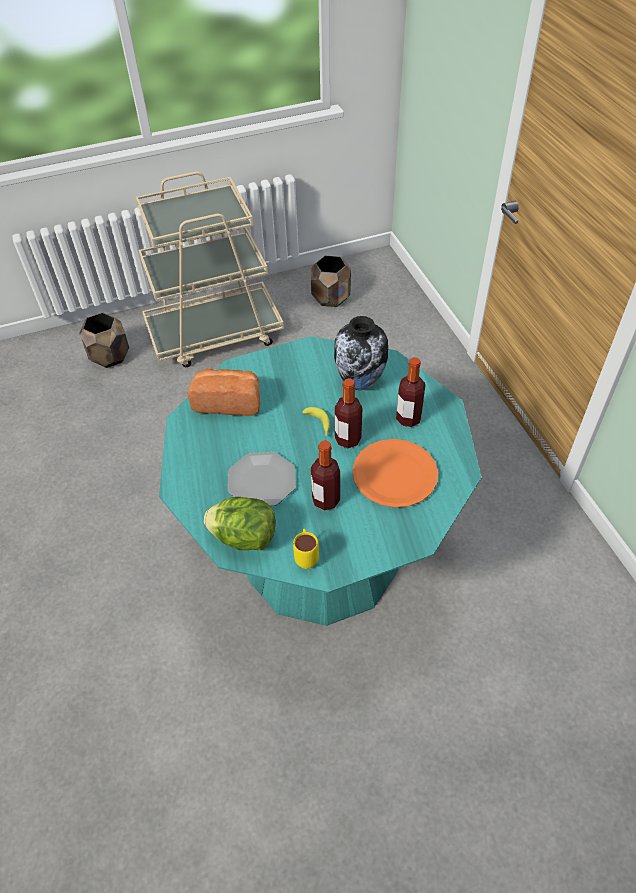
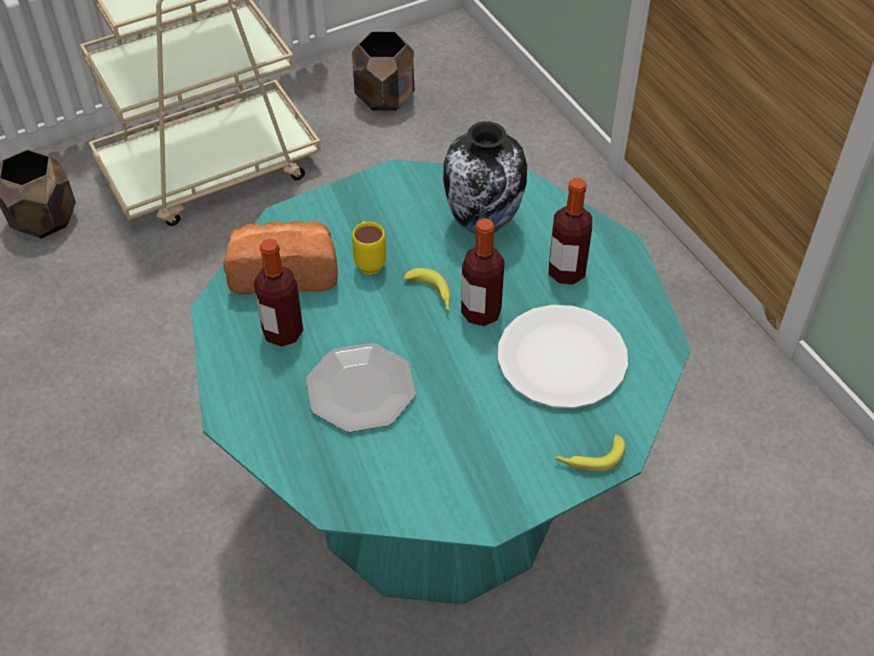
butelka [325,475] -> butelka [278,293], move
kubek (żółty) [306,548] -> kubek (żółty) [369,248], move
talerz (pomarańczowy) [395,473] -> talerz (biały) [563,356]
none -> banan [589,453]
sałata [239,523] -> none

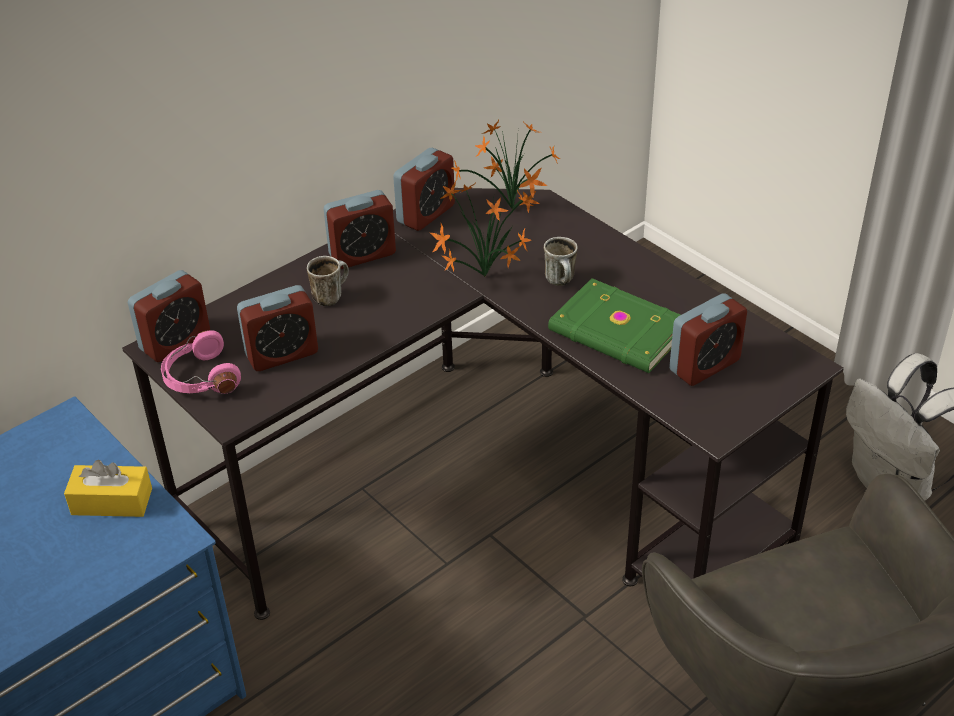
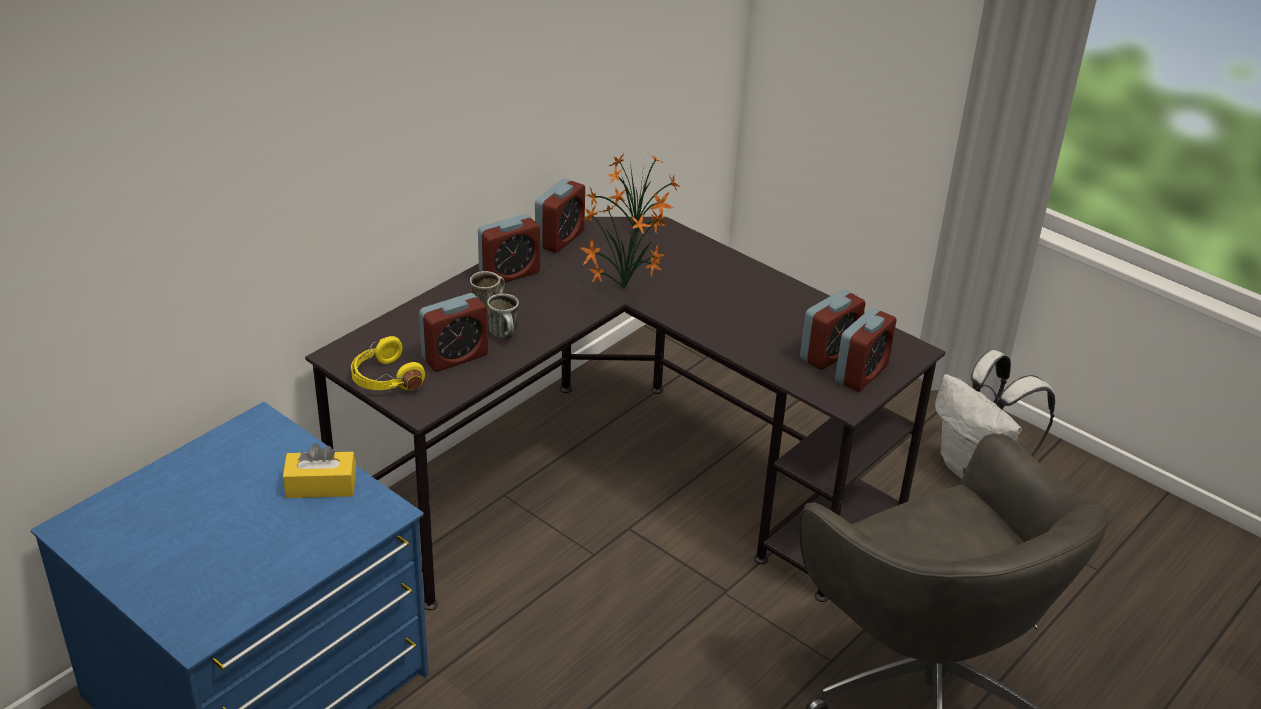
słuchawki (różowy) [201,362] -> słuchawki (żółty) [388,363]
kubek [561,261] -> kubek [503,316], move
budzik [169,316] -> budzik [866,349], move
książka (zielony) [614,325] -> none

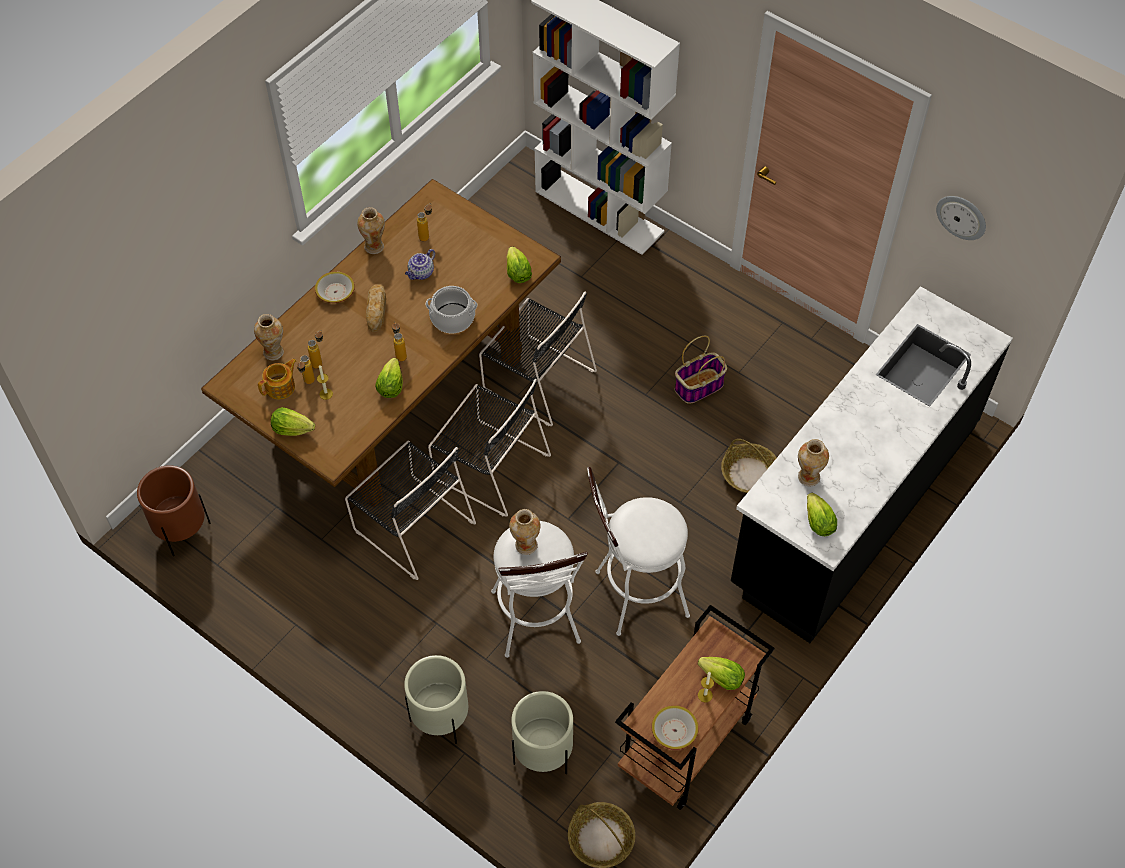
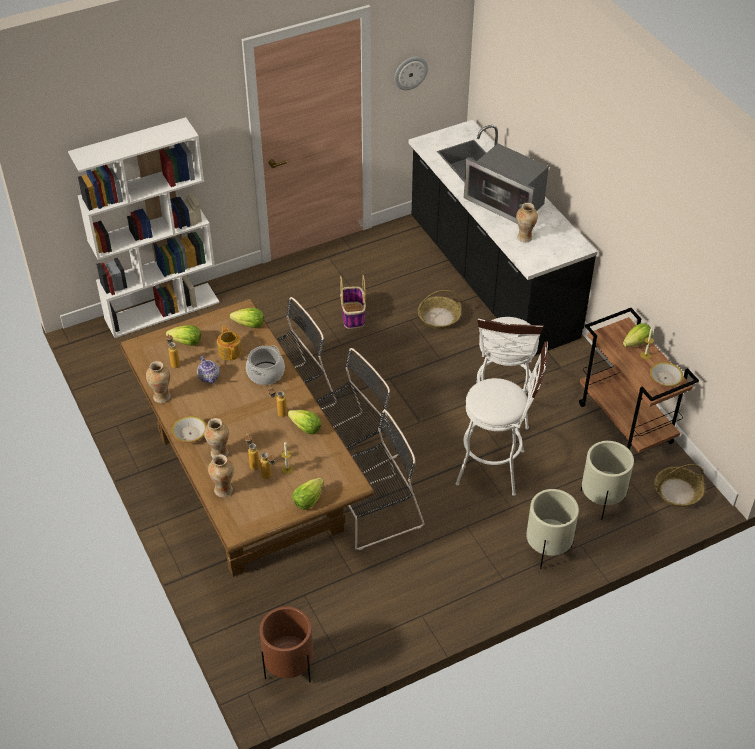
sałata [822,514] -> sałata [183,335], move
wazon [524,532] -> wazon [216,438], move
imbryk [277,379] -> imbryk [229,342], move
none -> mikrofalówka [506,183]
chleb [376,308] -> none

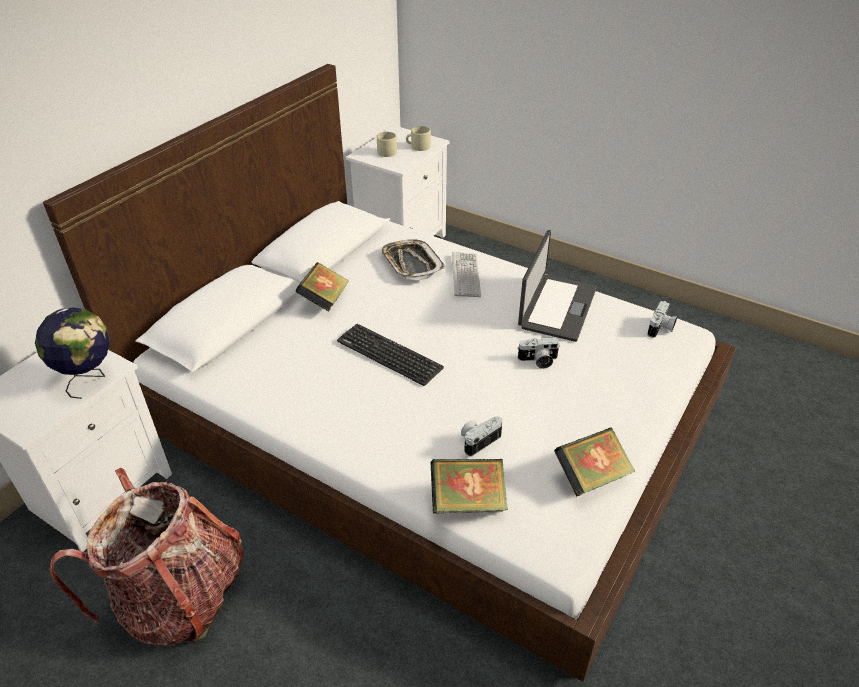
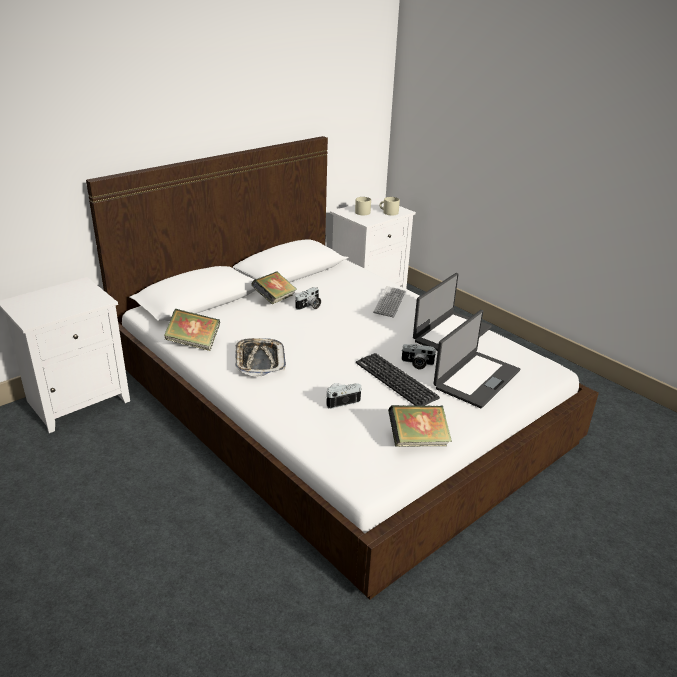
książka [469,486] -> książka [192,330], move
taca [412,260] -> taca [261,357], move
aparat fotograficzny [662,319] -> aparat fotograficzny [308,298], move
klawiatura [390,355] -> klawiatura [398,379], move
none -> laptop [477,359]
globus [72,353] -> none
plecak [146,557] -> none

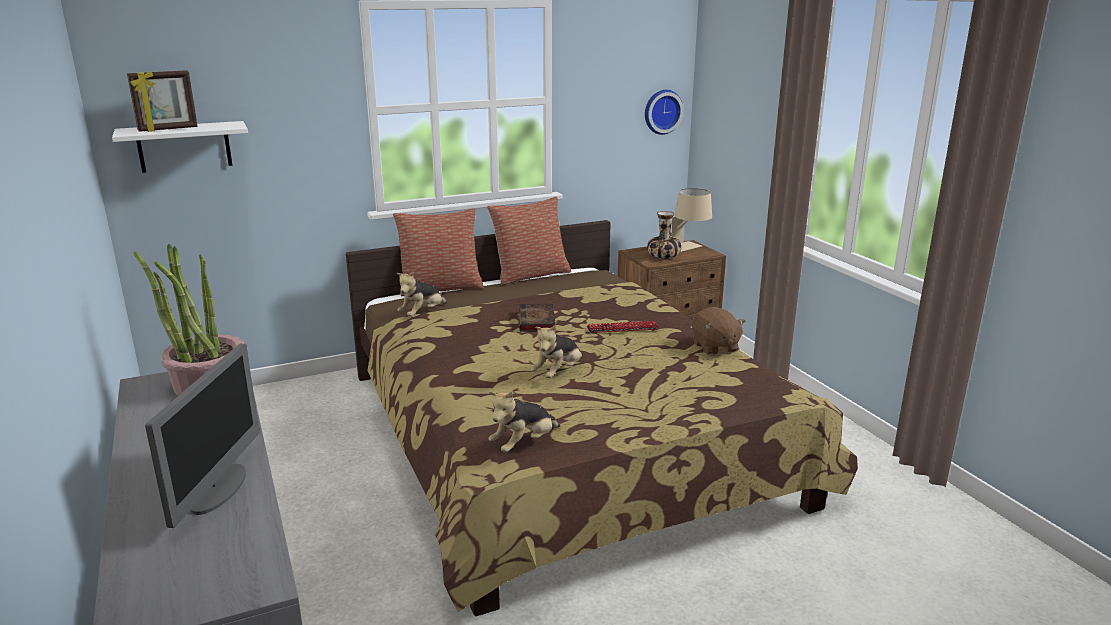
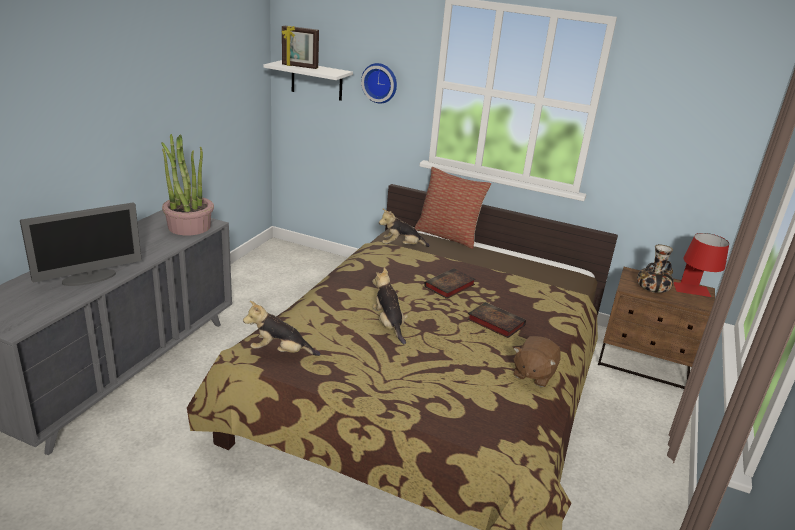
zegar ścienny [664,112] -> zegar ścienny [379,83], move
pluszak [556,351] -> pluszak [390,306], 75 degrees clockwise
klawiatura [623,327] -> książka [497,320]
lampa stołowa (beżowy) [691,220] -> lampa stołowa (czerwony) [701,265]
poduszka [529,241] -> none

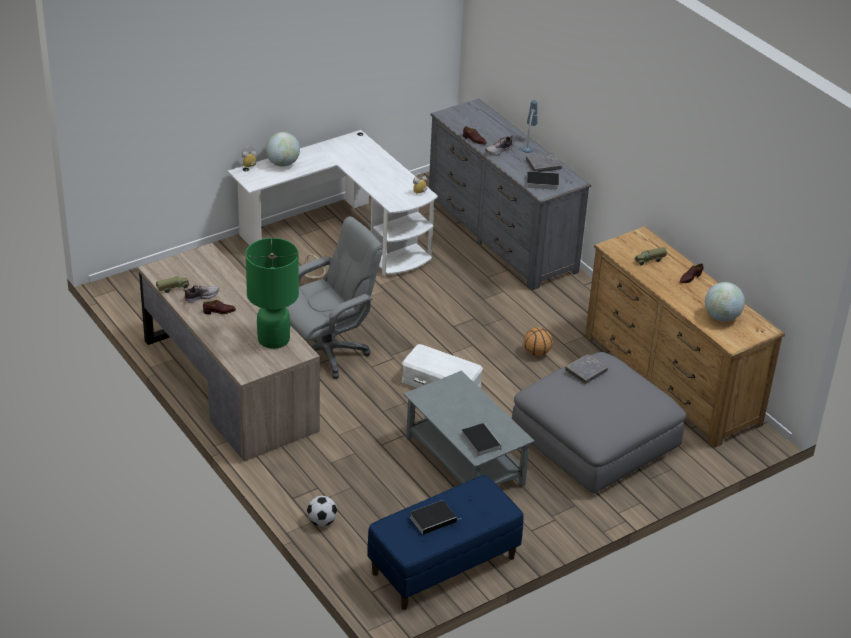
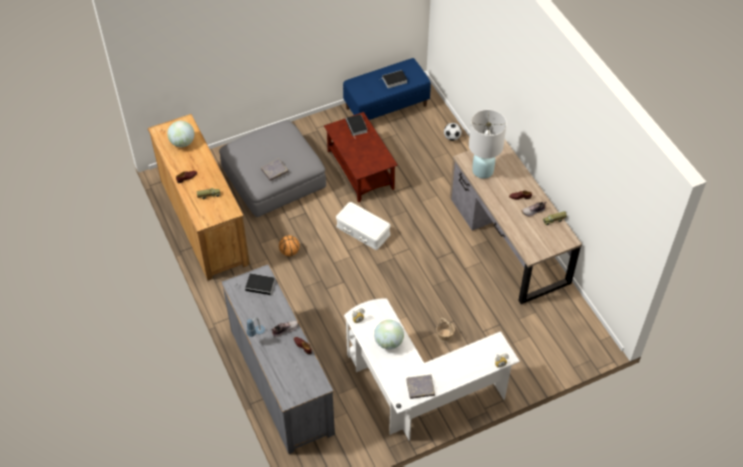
ława (szary) [469,429] -> ława (brązowy) [361,157]
globus [283,149] -> globus [389,334], move
książka (szary) [544,162] -> książka (szary) [420,387], move
lampa stołowa (zielony) [272,293] -> lampa stołowa (biały) [488,144]
krzesło biurowe (szary) [334,297] -> none

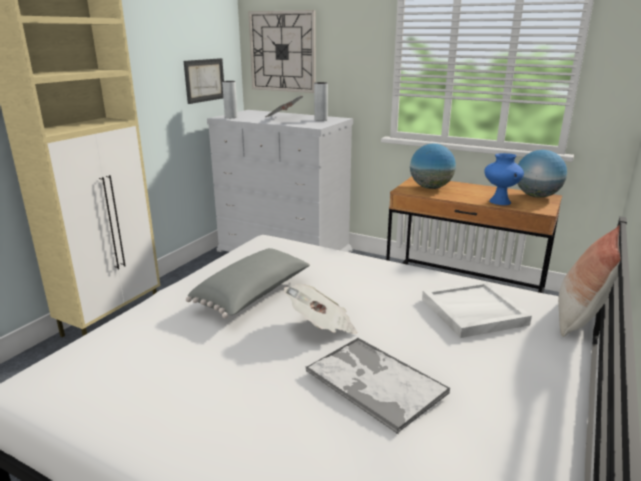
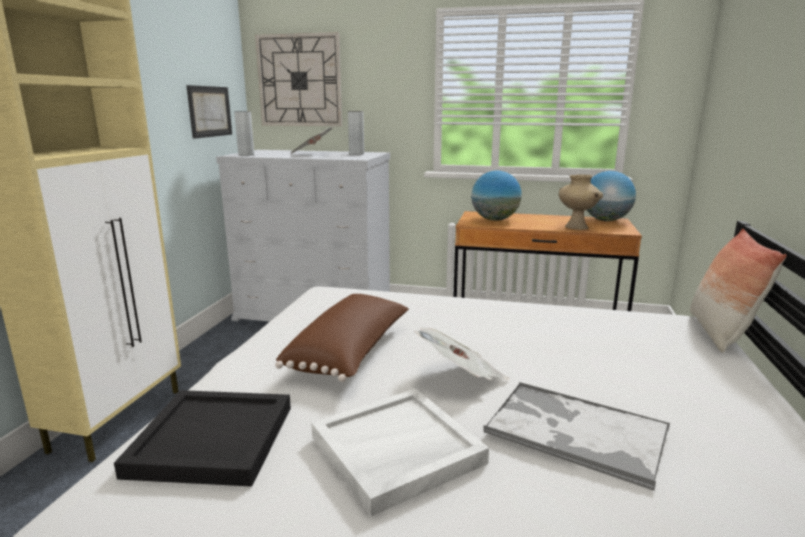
none -> taca (czarny) [202,438]
poduszka (szary) [248,283] -> poduszka (brązowy) [342,338]
taca (biały) [477,309] -> taca (biały) [400,452], move
wazon (niebieski) [504,179] -> wazon (beżowy) [581,202]

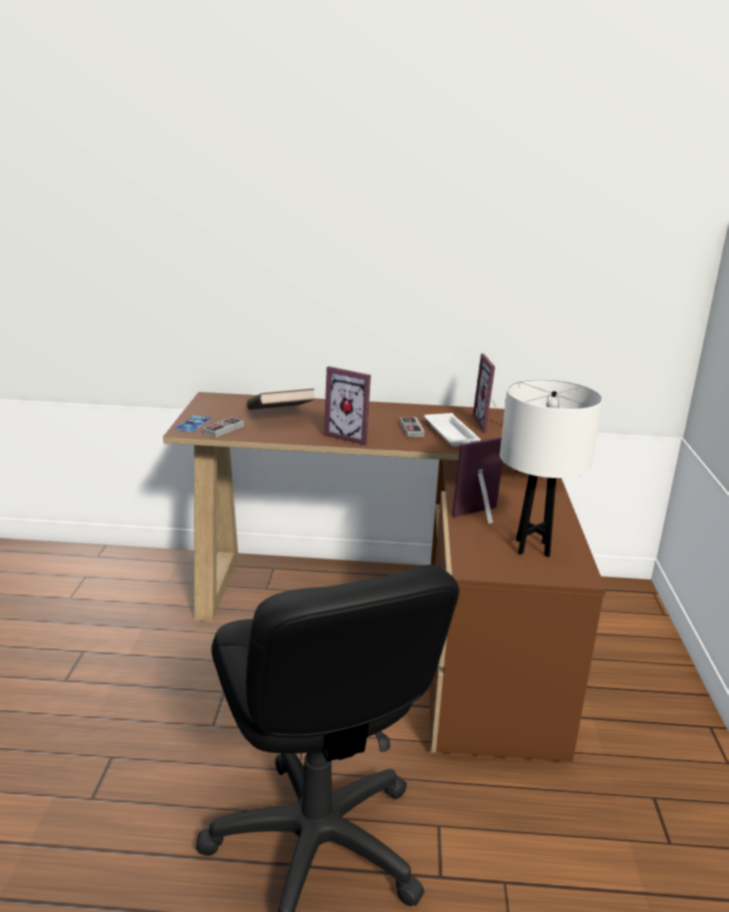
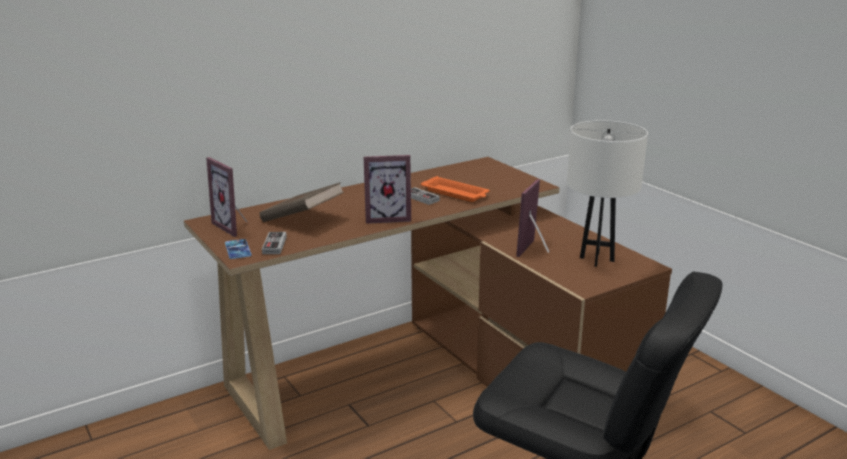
ramka na zdjęcie [488,393] -> ramka na zdjęcie [227,197], move
taca (biały) [452,430] -> taca (pomarańczowy) [455,189]

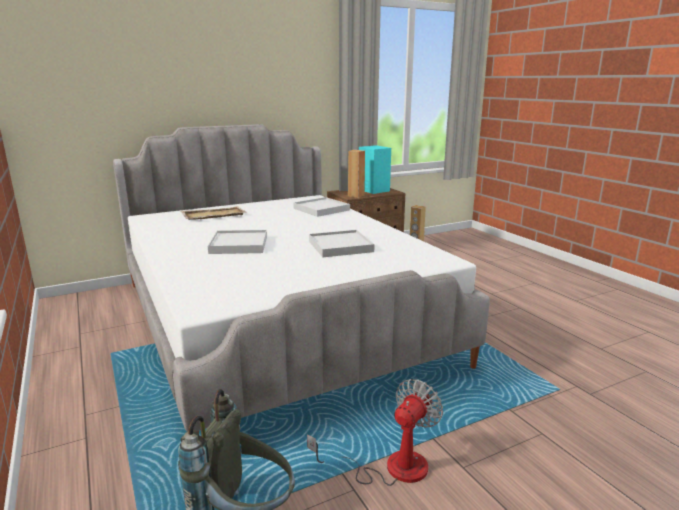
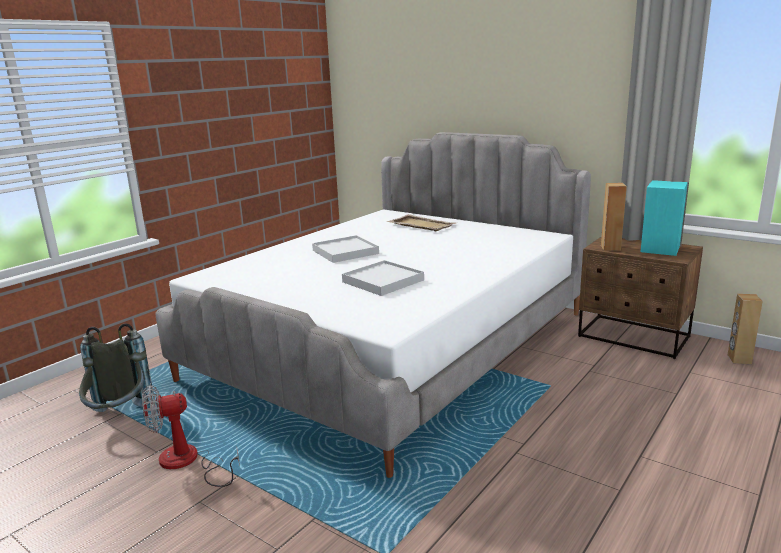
wentylator [375,432] -> wentylator [191,436], 150 degrees clockwise
taca (biały) [321,207] -> none

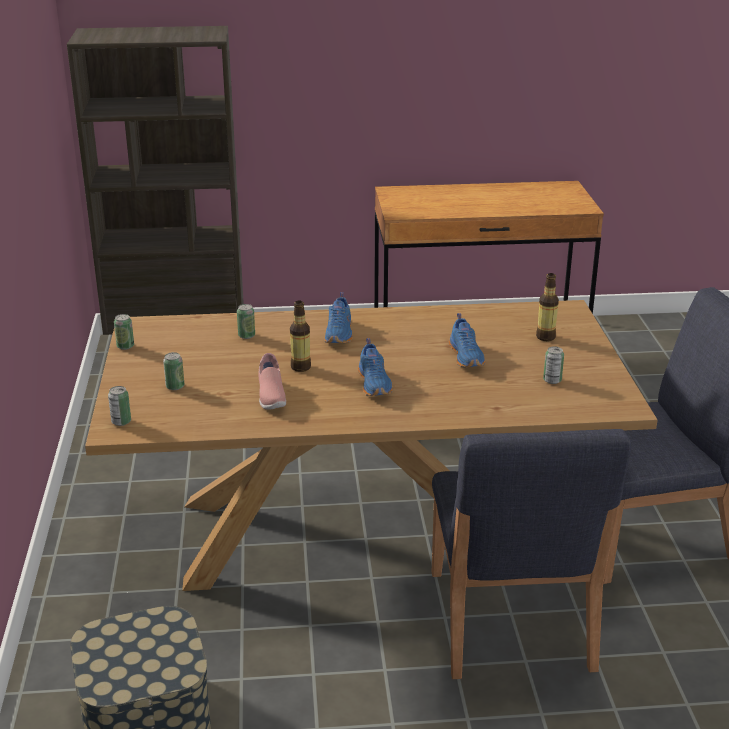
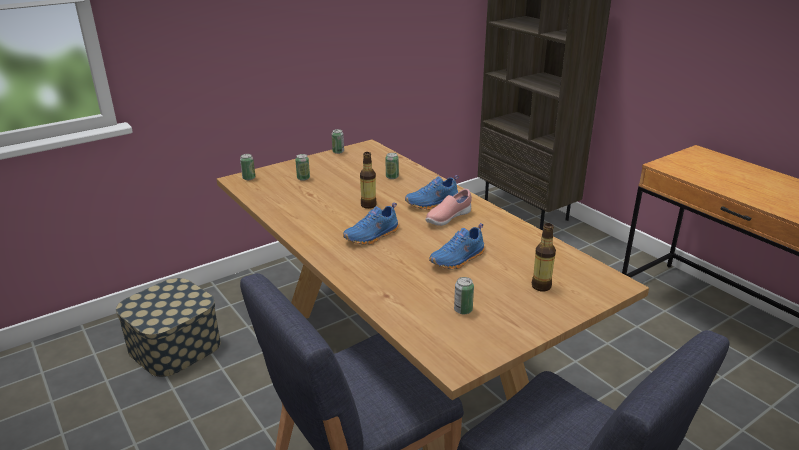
but (różowy) [272,381] -> but (różowy) [448,207], move

